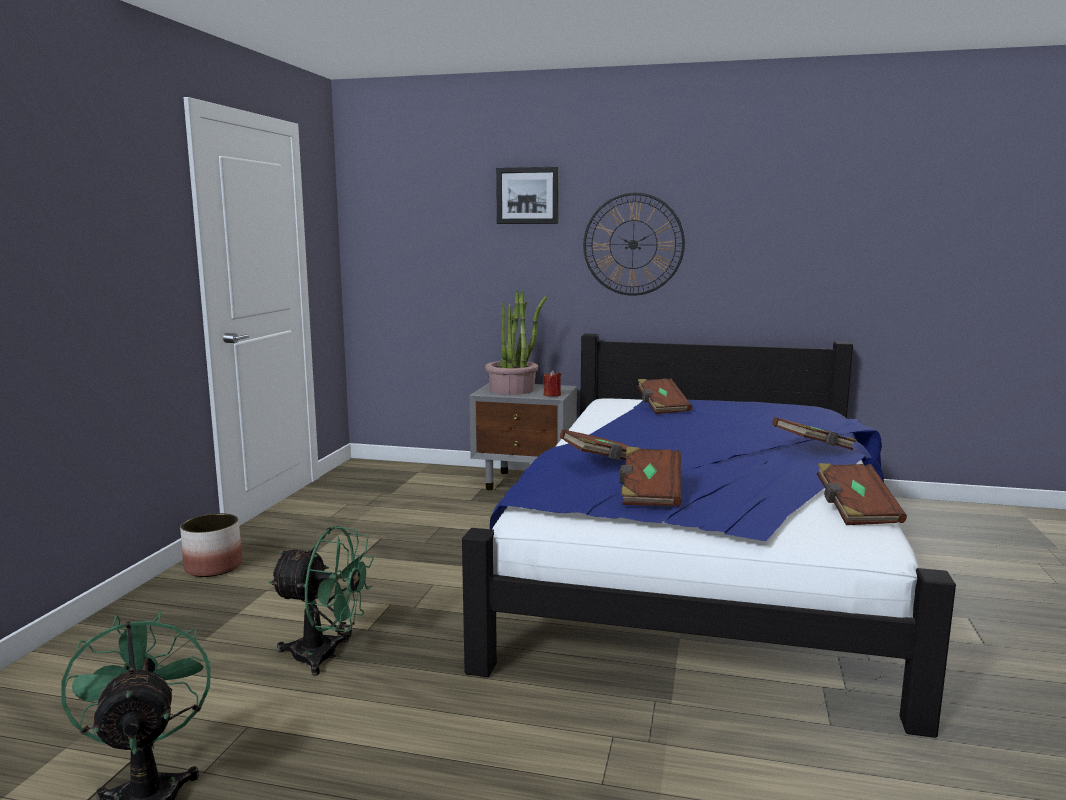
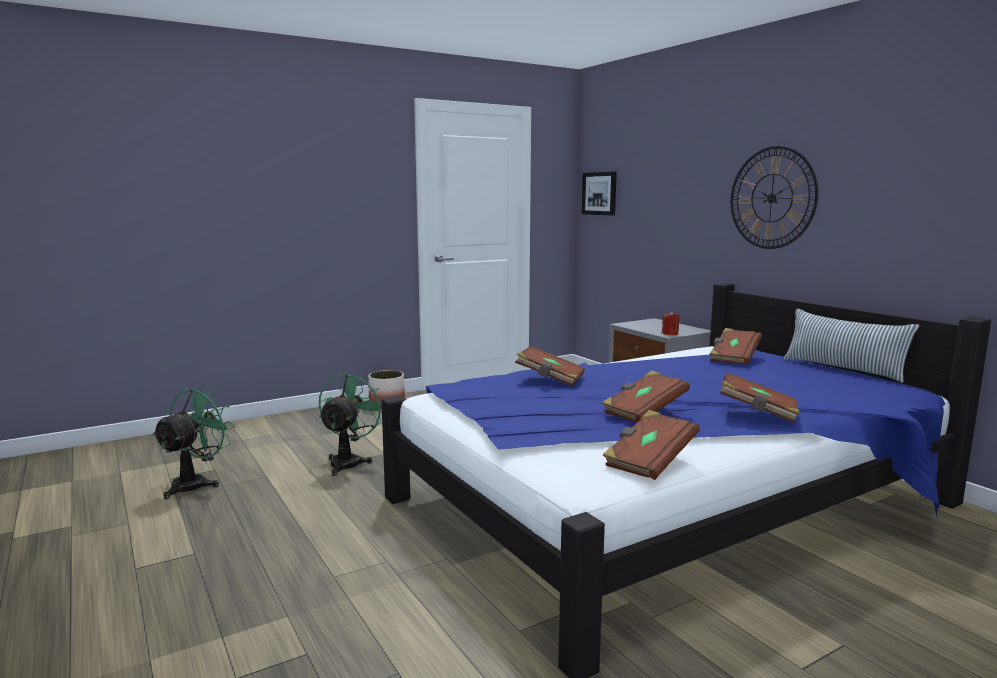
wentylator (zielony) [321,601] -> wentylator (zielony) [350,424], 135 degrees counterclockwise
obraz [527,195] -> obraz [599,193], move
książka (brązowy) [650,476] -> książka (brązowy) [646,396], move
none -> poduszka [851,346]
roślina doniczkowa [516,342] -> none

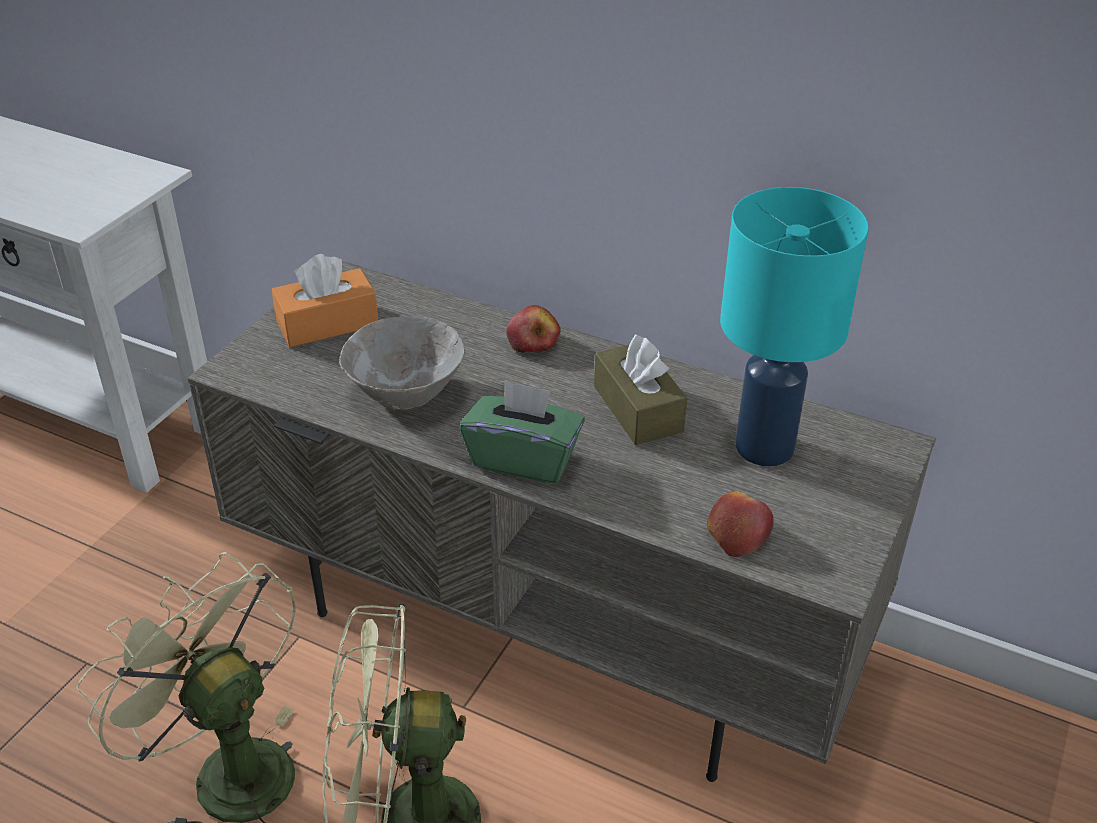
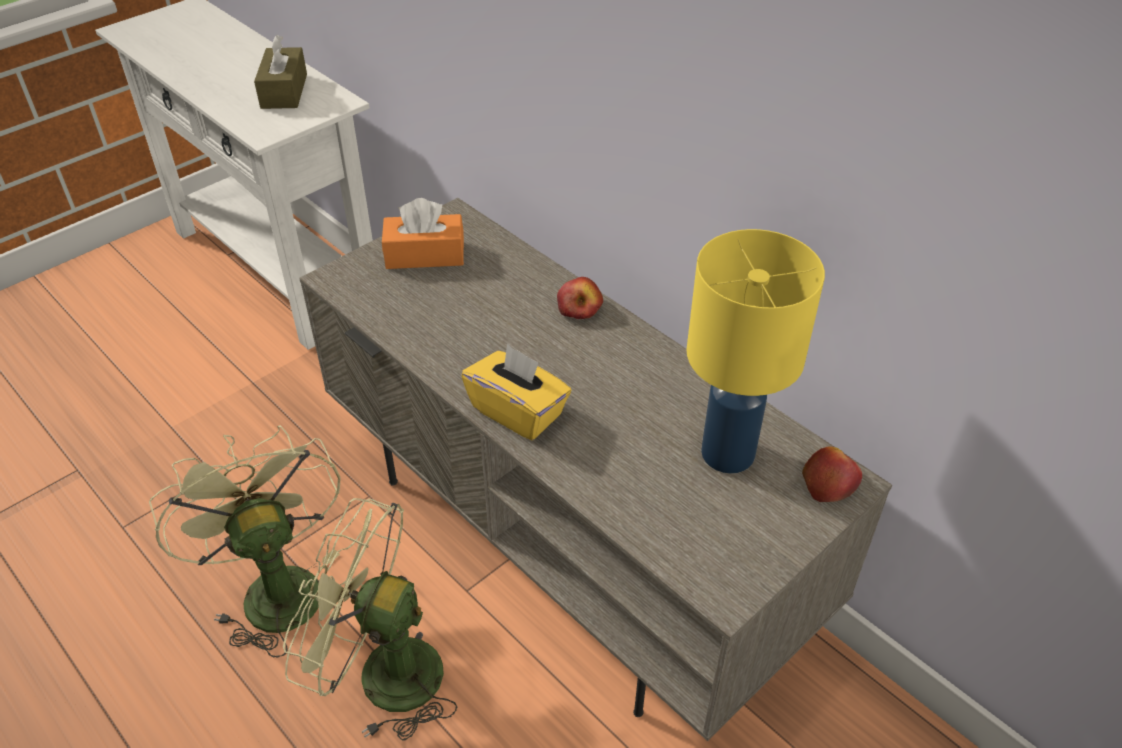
pudełko chusteczek (brązowy) [640,390] -> pudełko chusteczek (brązowy) [280,72], move
pudełko chusteczek (zielony) [522,432] -> pudełko chusteczek (żółty) [516,392]
lampa stołowa (turkusowy) [794,326] -> lampa stołowa (żółty) [756,351]
jabłko [740,524] -> jabłko [832,474], move
miska (szary) [402,363] -> none

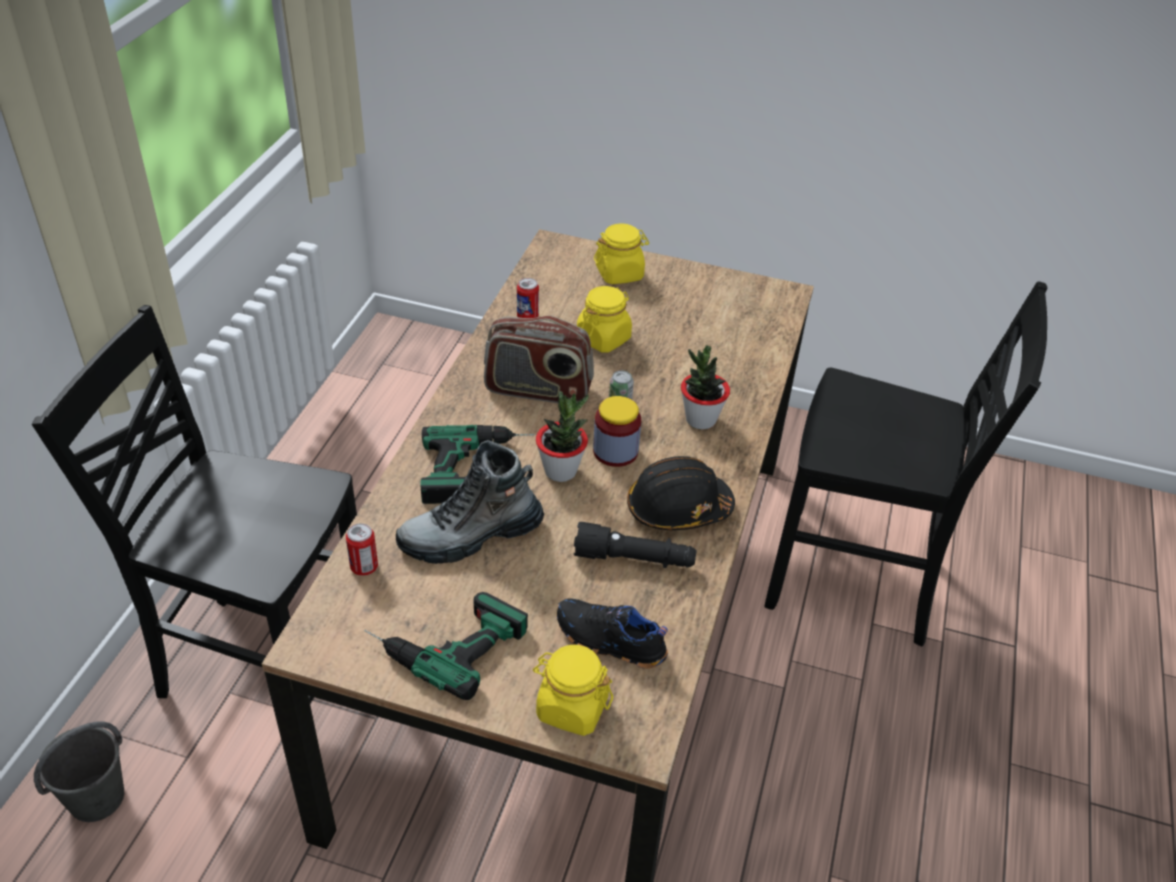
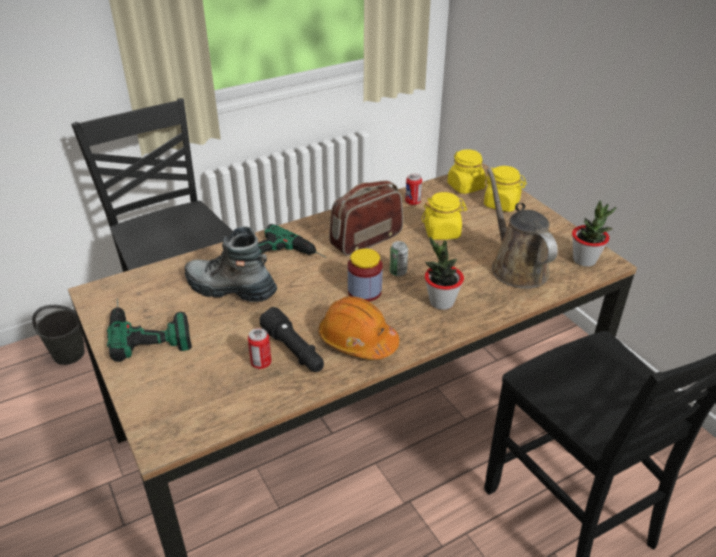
puszka [362,549] -> puszka [260,348], move
kask (czarny) [681,493] -> kask (pomarańczowy) [359,328]
radio [539,359] -> radio [366,218], 90 degrees clockwise
słoik (żółty) [573,690] -> słoik (żółty) [466,171], move
none -> konewka (brązowy) [522,228]
roślina doniczkowa [562,436] -> roślina doniczkowa [594,233], move
but (czarny) [612,634] -> none

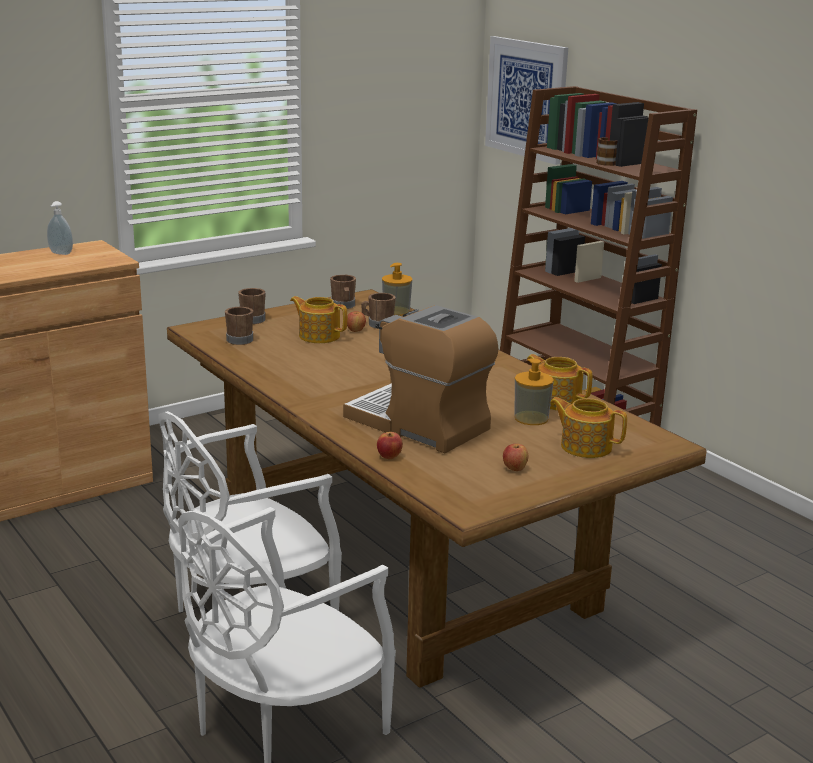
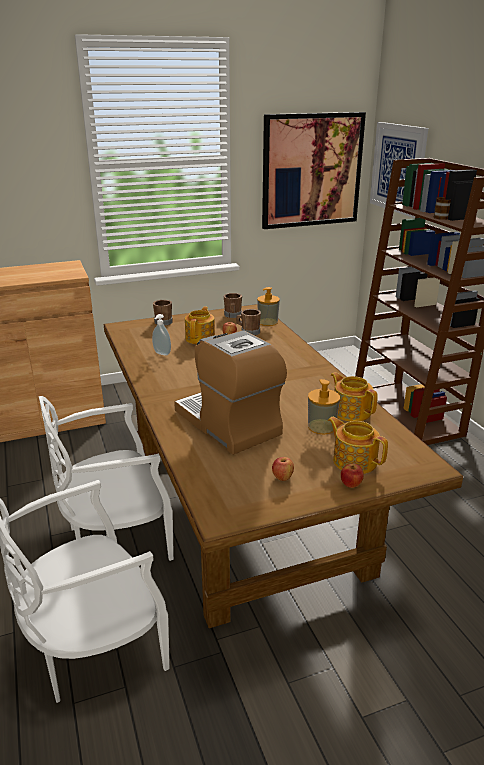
dozownik mydła [60,228] -> dozownik mydła [161,335], move
imbryk [318,319] -> imbryk [200,325], 60 degrees clockwise
none -> obraz [314,170]
jabłko [390,445] -> jabłko [352,475], move
kubek (brązowy) [239,326] -> none

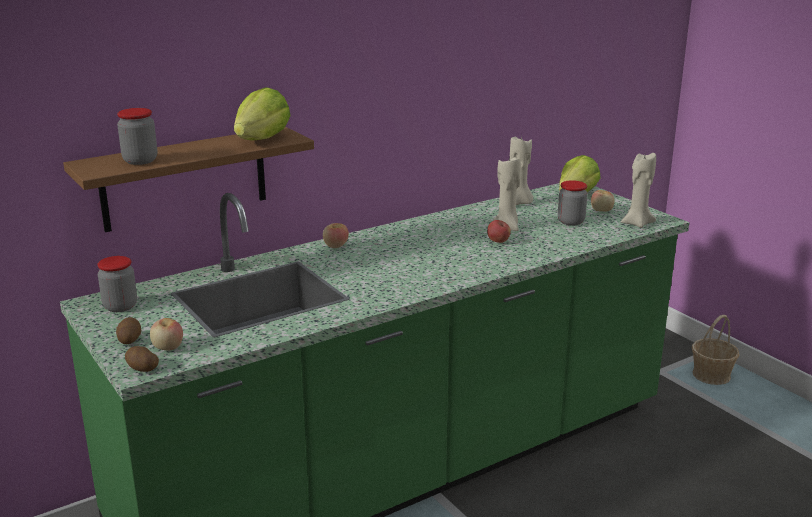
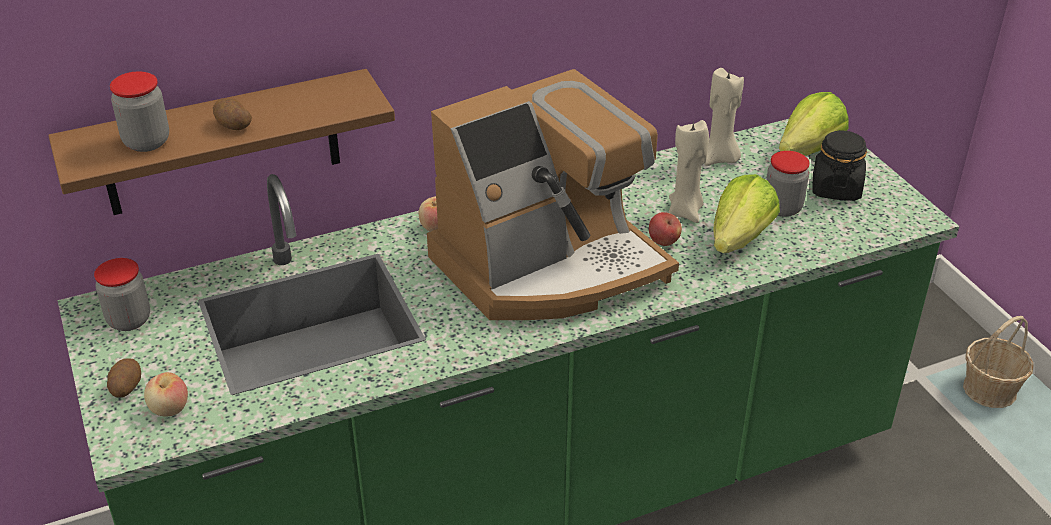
ziemniak [142,359] -> ziemniak [232,114], move
none -> ekspres do kawy [553,194]
sałata [262,114] -> sałata [746,213], move
jabłko [603,200] -> słoik (czarny) [840,165]
świeca (beżowy) [638,190] -> none

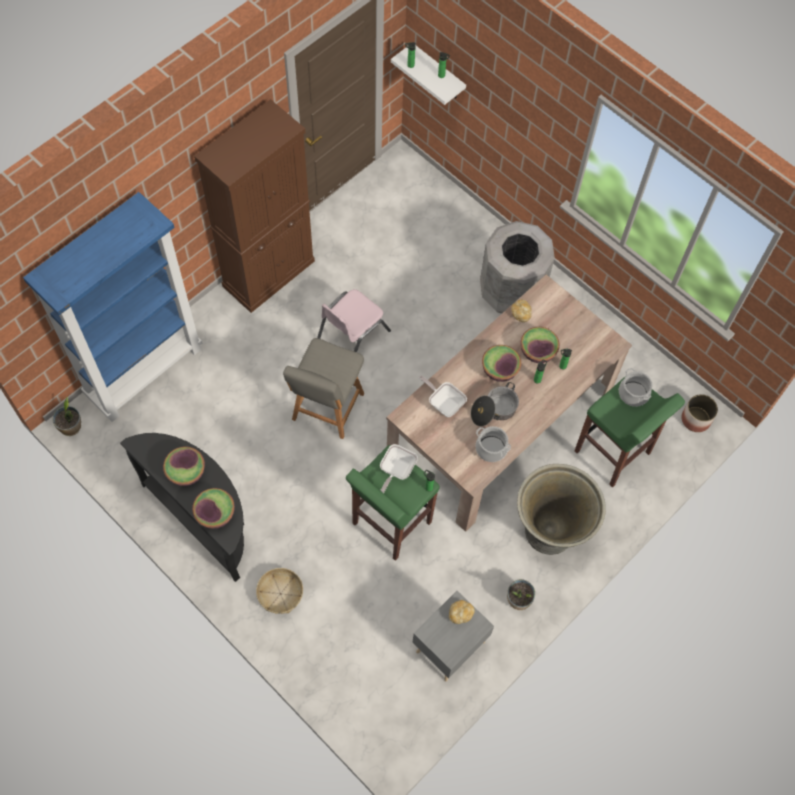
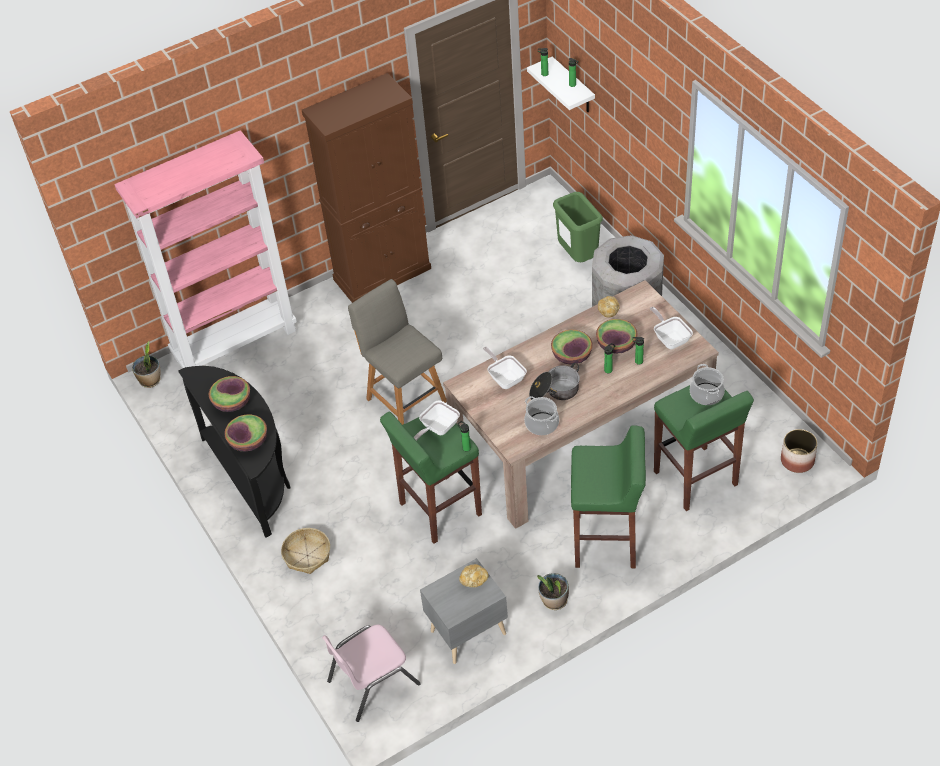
regał (niebieski) [112,307] -> regał (różowy) [205,249]
krzesło (różowy) [354,320] -> krzesło (różowy) [371,673], move
krzesło (szary) [323,388] -> krzesło (szary) [397,352], 105 degrees clockwise
none -> kosz na śmieci (zielony) [578,227]
donica (szary) [561,509] -> stołek (zielony) [608,497]
none -> patelnia [671,328]

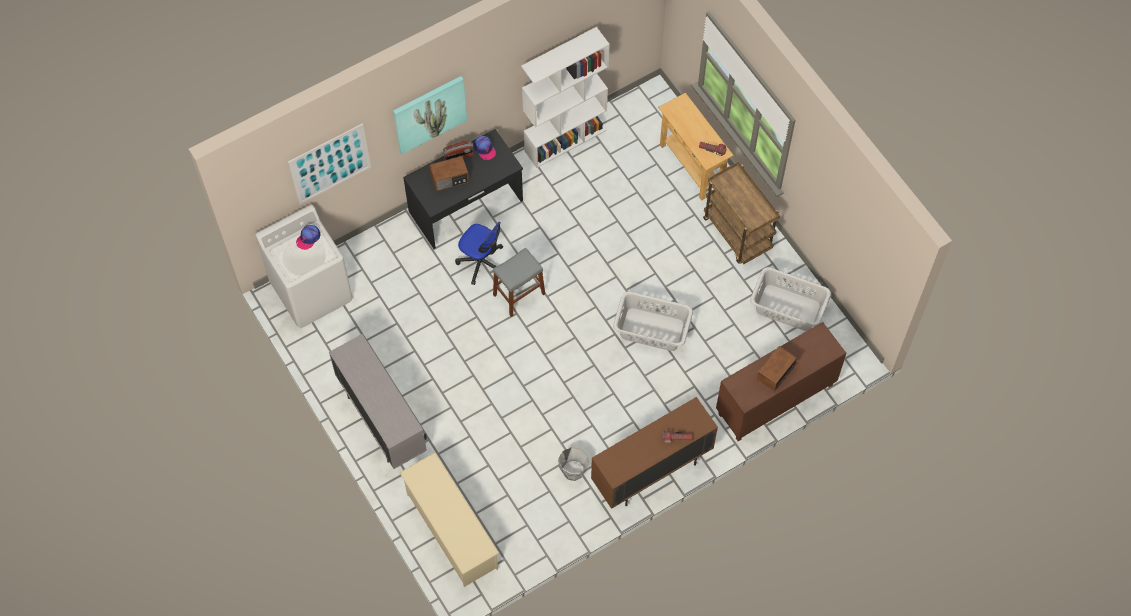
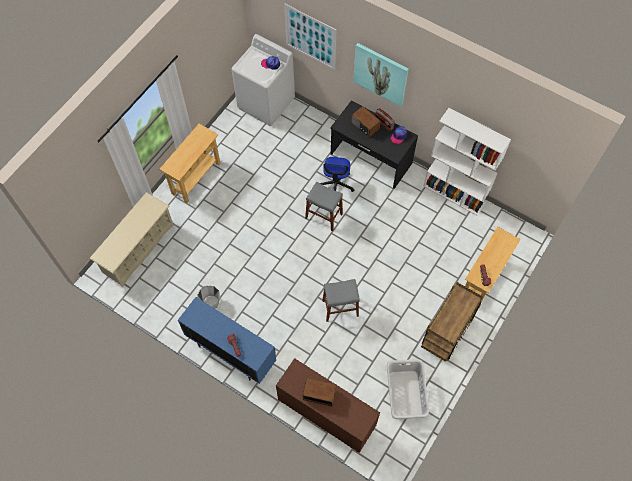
szafka (szary) [378,401] -> stolik konsolowy (beżowy) [189,163]
szafka (brązowy) [654,453] -> szafka (niebieski) [227,340]
kosz na pranie (szary) [653,321] -> stołek (szary) [341,300]

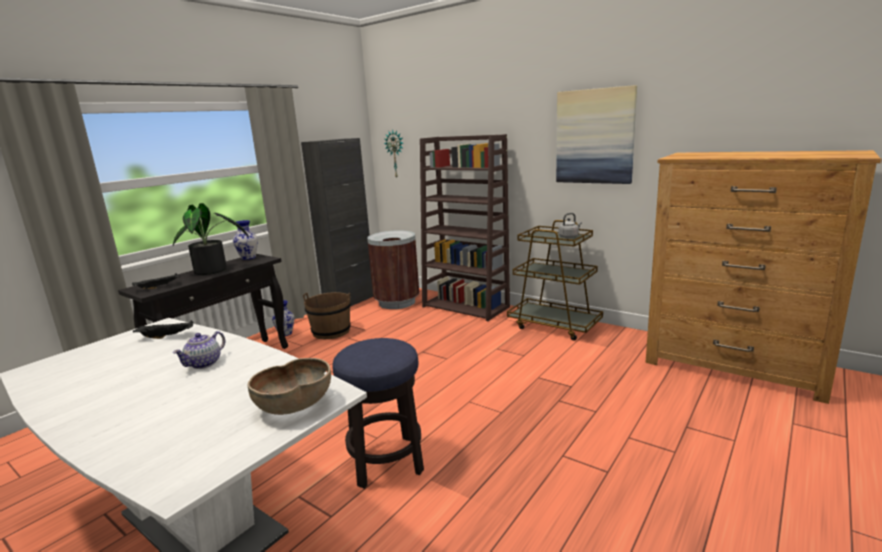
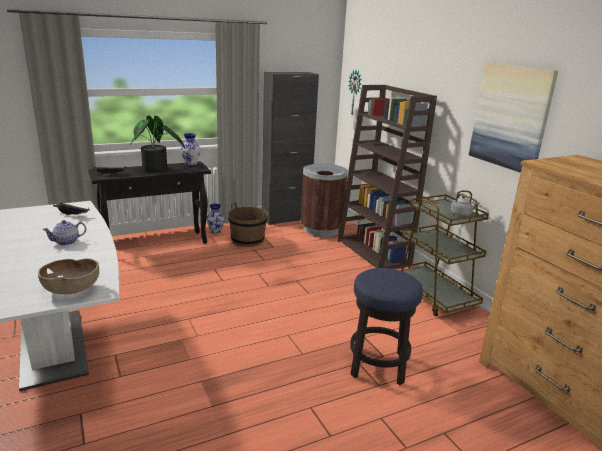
stołek [378,413] -> stołek [386,326], move

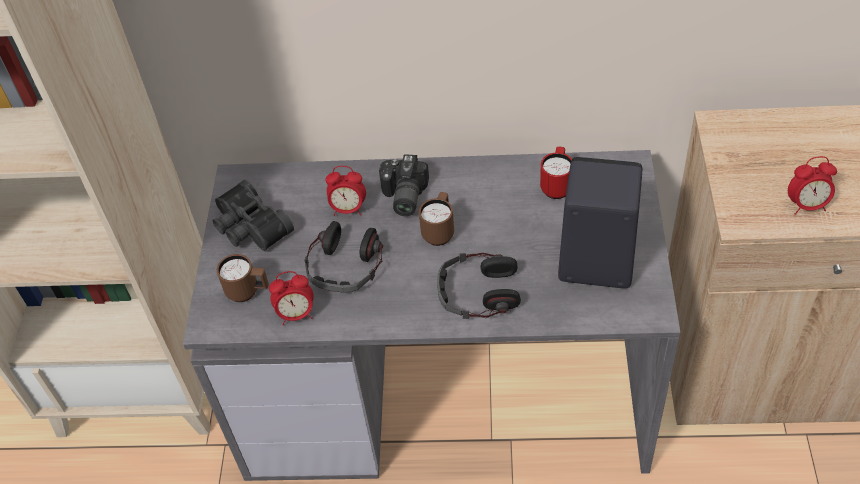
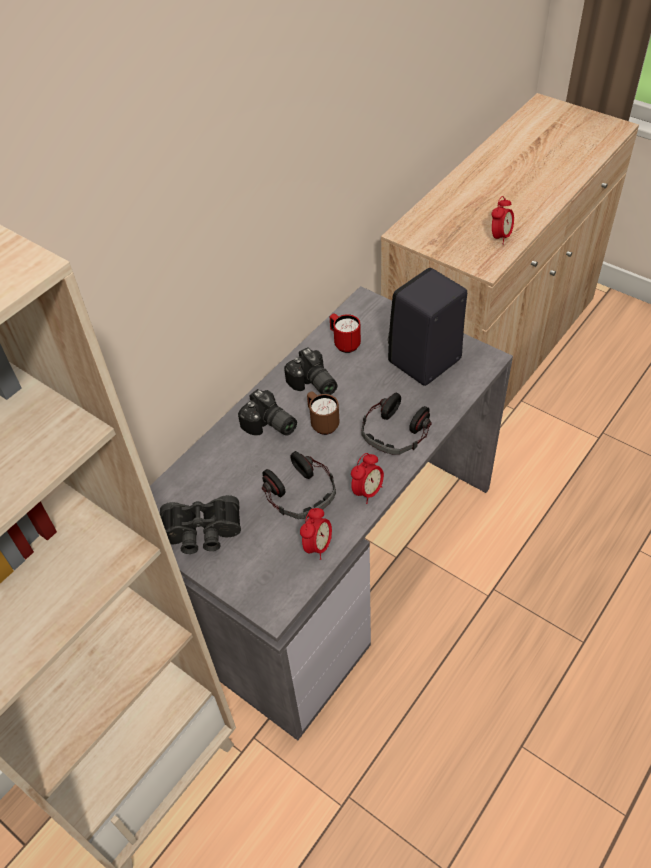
none -> aparat fotograficzny [310,371]
budzik [345,191] -> budzik [367,478], move
kubek (brązowy) [243,278] -> none

